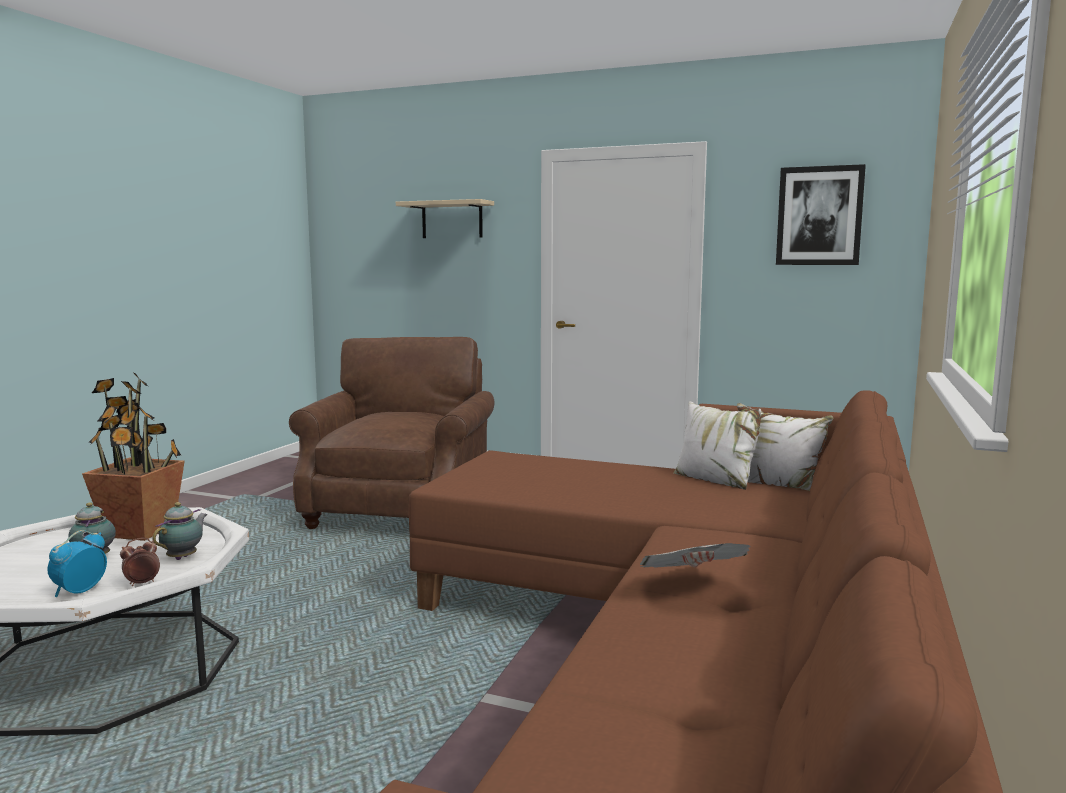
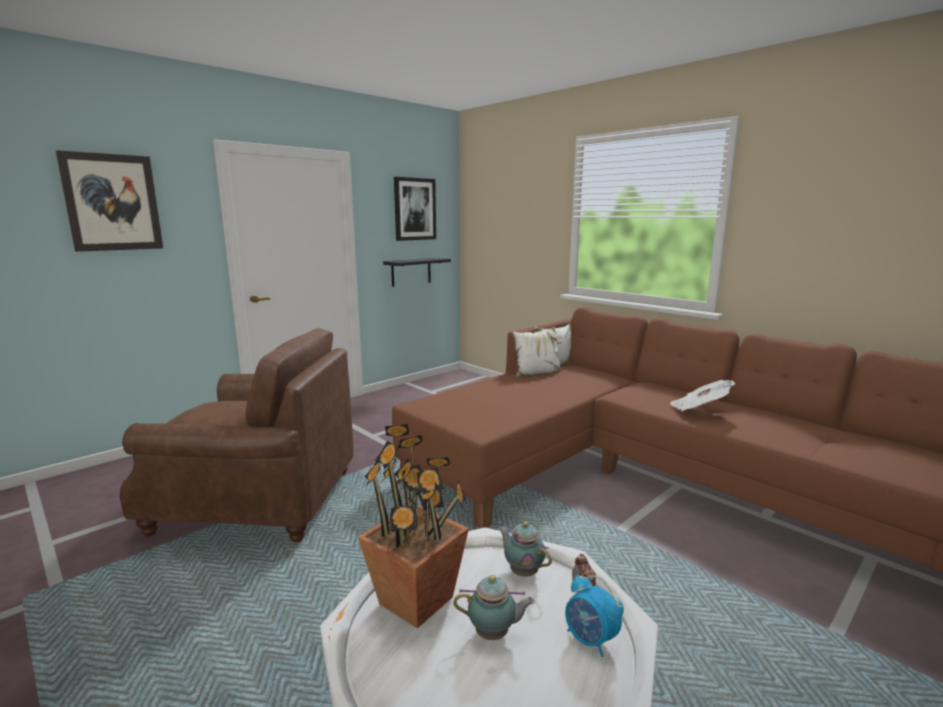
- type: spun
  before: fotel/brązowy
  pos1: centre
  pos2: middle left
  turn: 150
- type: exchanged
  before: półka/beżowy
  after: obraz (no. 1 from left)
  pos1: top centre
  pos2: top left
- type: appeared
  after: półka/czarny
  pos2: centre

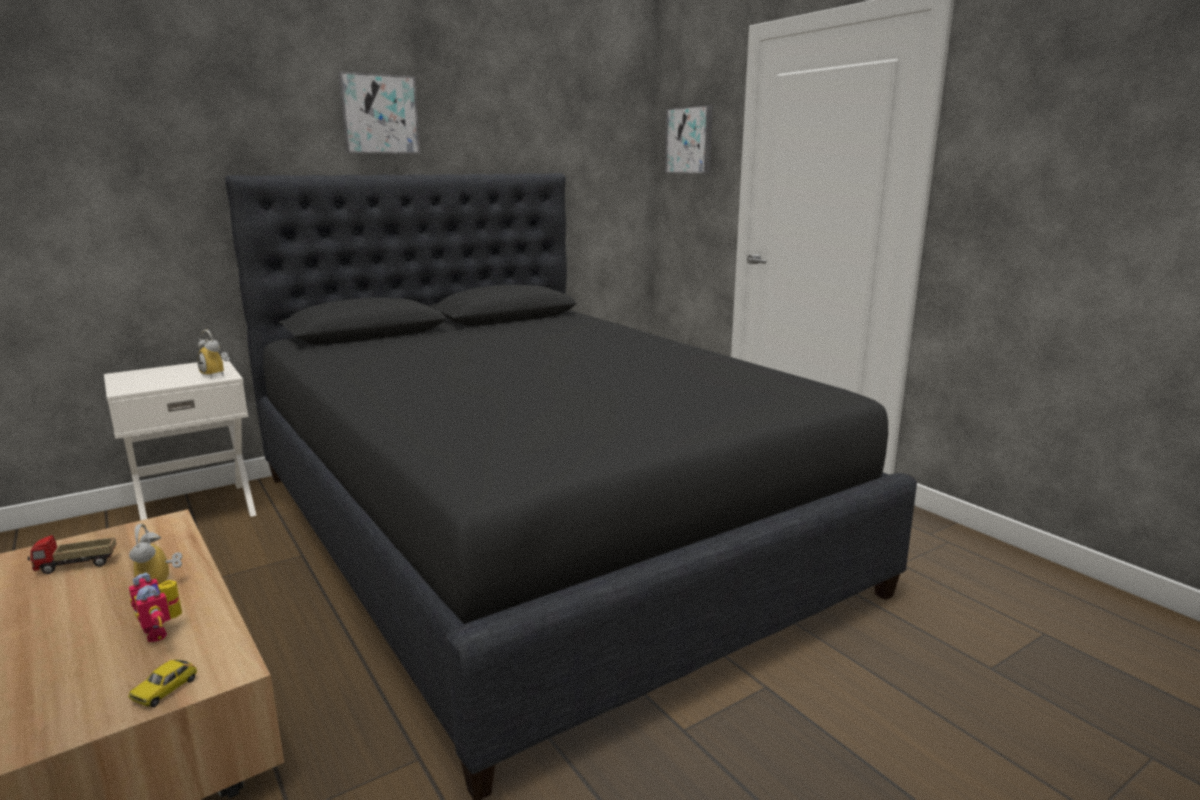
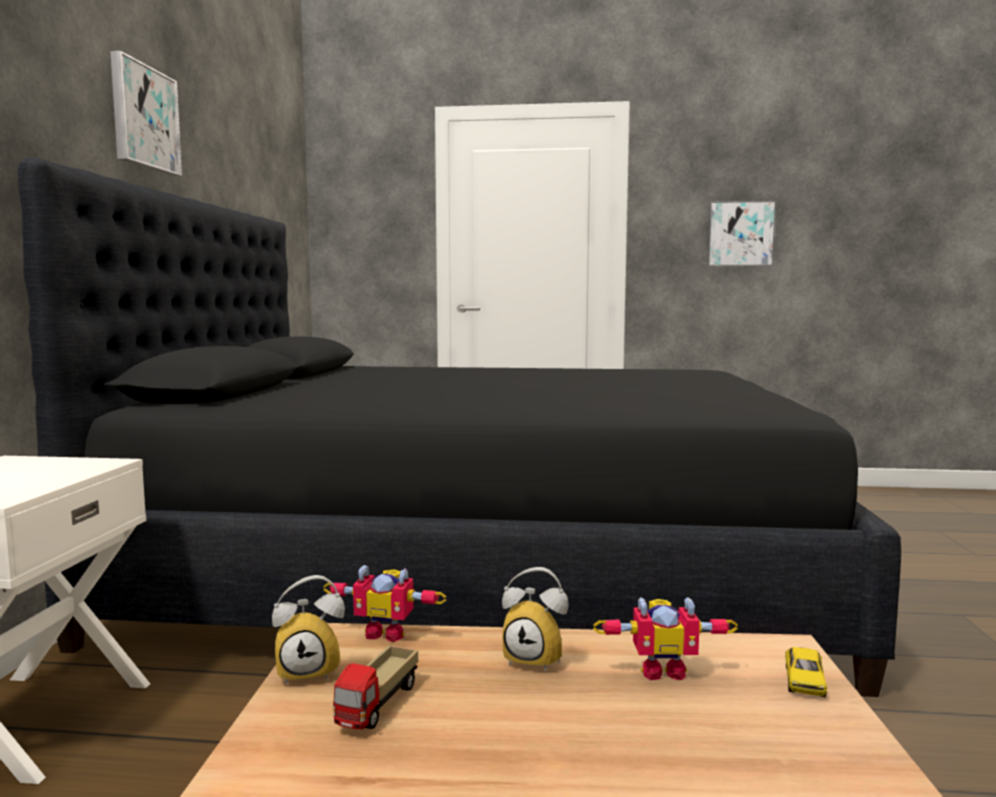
- type: spun
  before: samochodzik
  pos1: bottom left
  pos2: bottom right
  turn: 45
- type: relocated
  before: budzik (no. 2 from left in the first image)
  after: budzik (no. 1 from left)
  pos1: middle left
  pos2: bottom left
- type: relocated
  before: obraz (no. 2 from left)
  pos1: top centre
  pos2: top right
- type: appeared
  after: robot zabawkowy (no. 1 from left)
  pos2: bottom centre

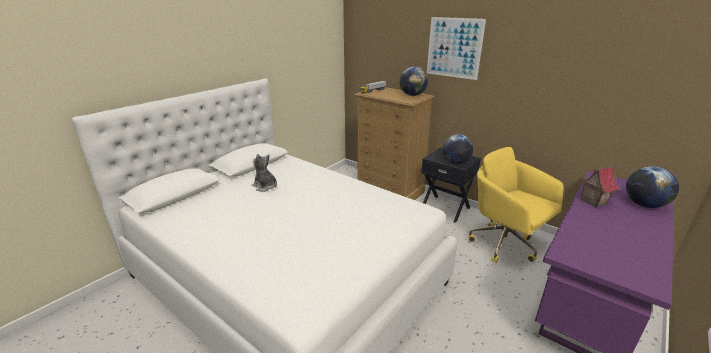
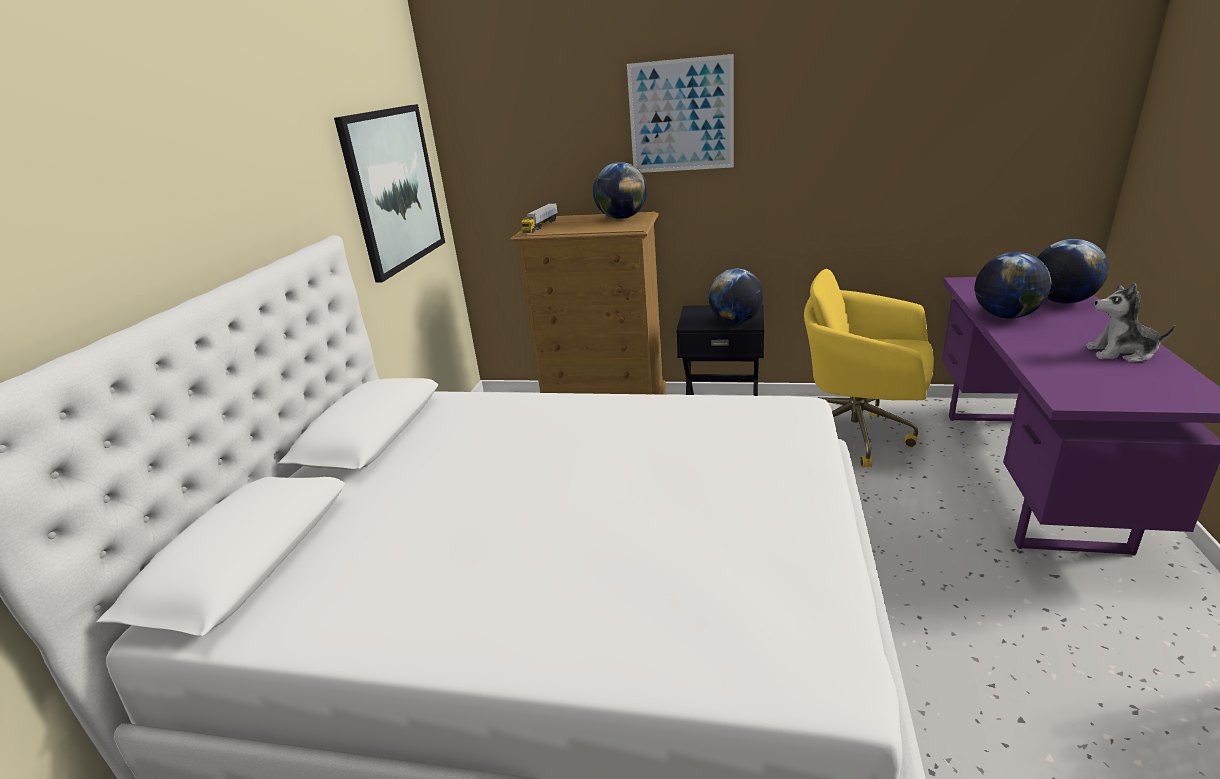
- type: relocated
  before: pluszak
  pos1: centre
  pos2: middle right
- type: exchanged
  before: domek
  after: globus (no. 3 from left)
  pos1: middle right
  pos2: middle right
- type: appeared
  after: obraz (no. 1 from left)
  pos2: top left

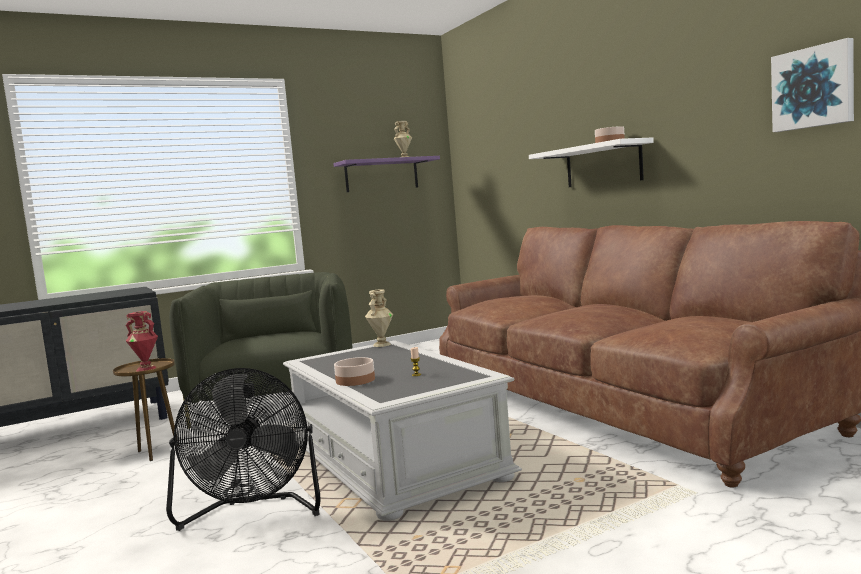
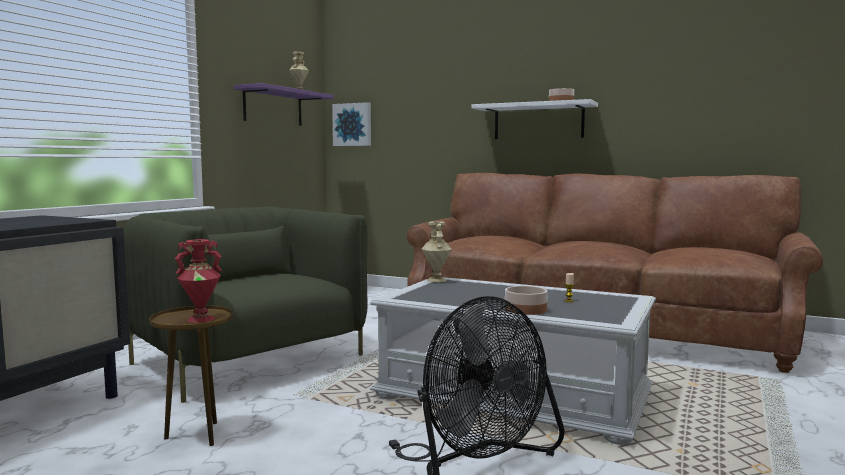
- type: relocated
  before: obraz
  pos1: top right
  pos2: top centre

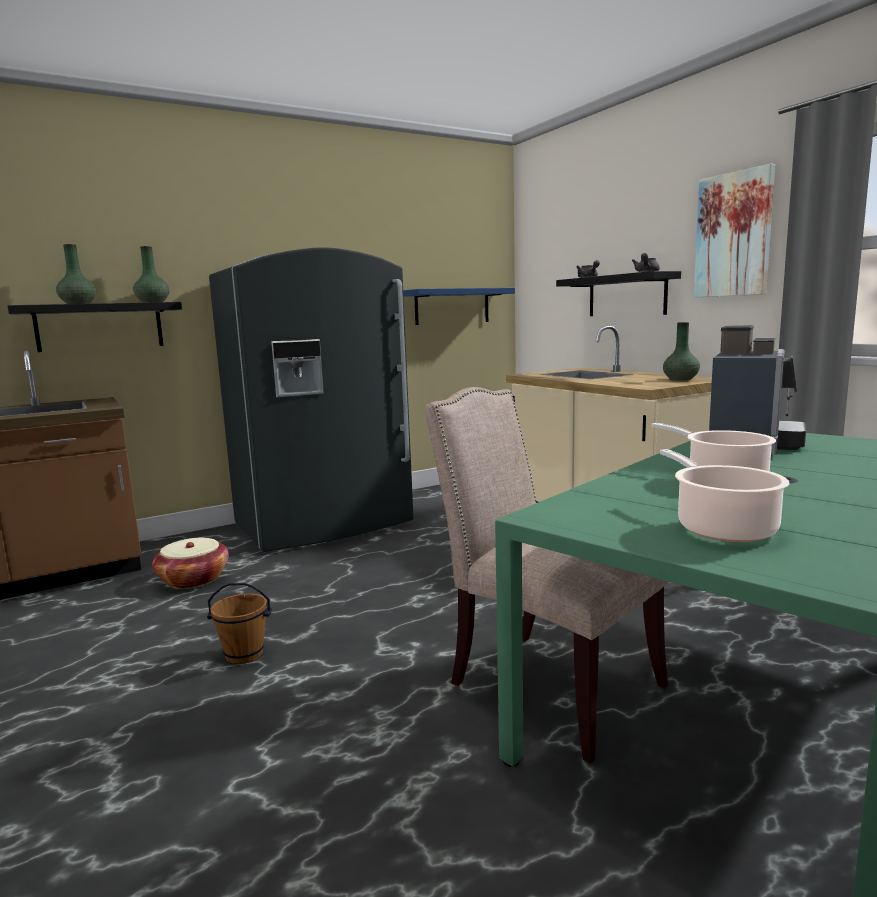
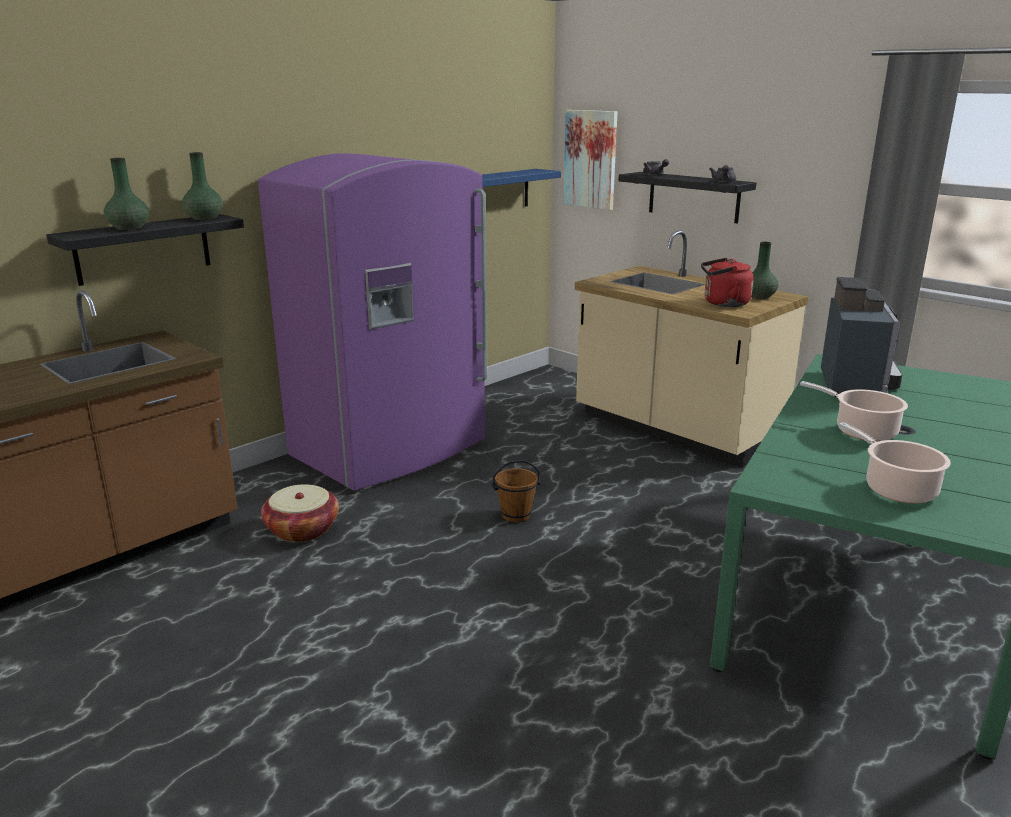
- type: relocated
  before: wiadro/brązowy
  pos1: bottom left
  pos2: centre
- type: colour
  before: lodówka/szary
  after: lodówka/fioletowy
  pos1: centre
  pos2: centre
- type: missing
  before: krzesło/beżowy
  pos1: centre
- type: relocated
  before: obraz
  pos1: top right
  pos2: top centre
- type: appeared
  after: czajnik/czerwony
  pos2: middle right

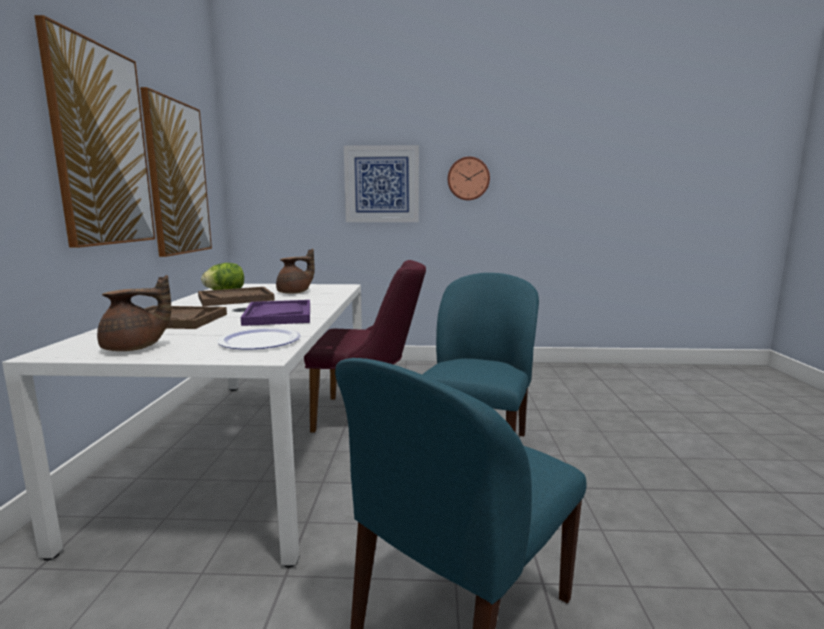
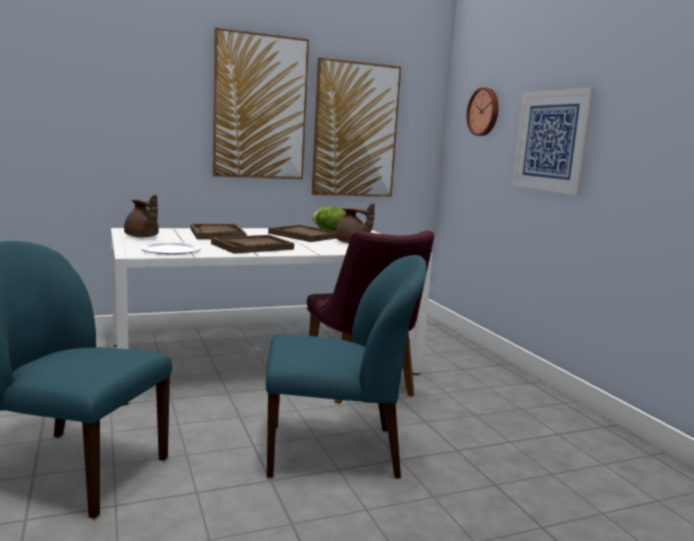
- type: colour
  before: taca/fioletowy
  after: taca/brązowy (no. 2 from left)
  pos1: centre
  pos2: centre
- type: relocated
  before: zegar ścienny
  pos1: top centre
  pos2: top right

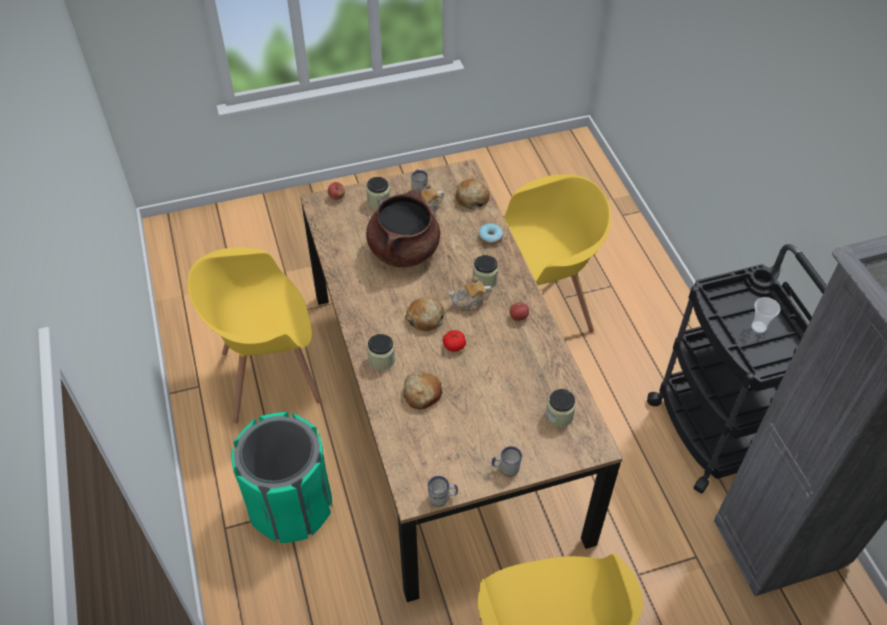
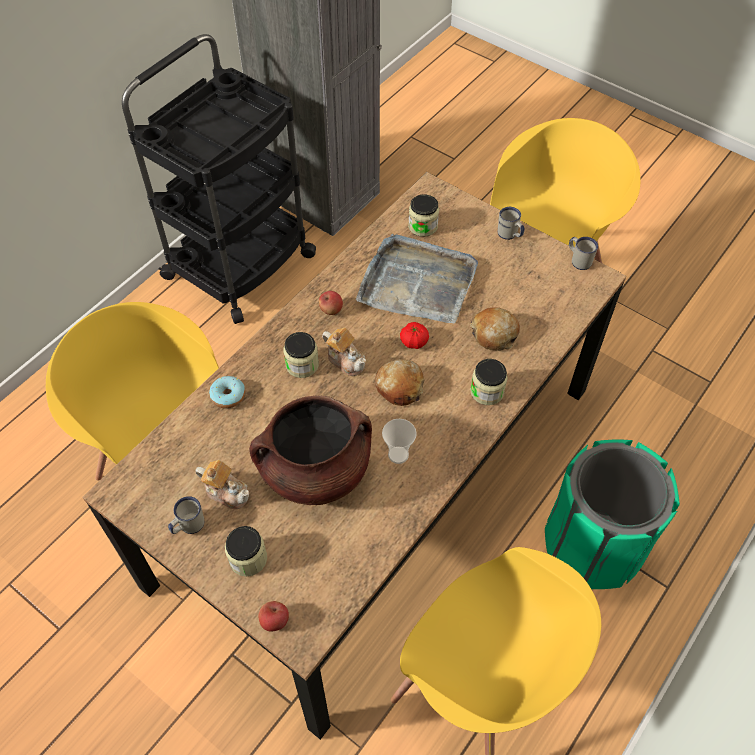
- type: missing
  before: chleb (no. 3 from left)
  pos1: top centre
- type: relocated
  before: filiżanka
  pos1: middle right
  pos2: centre
- type: appeared
  after: taca/szary
  pos2: centre

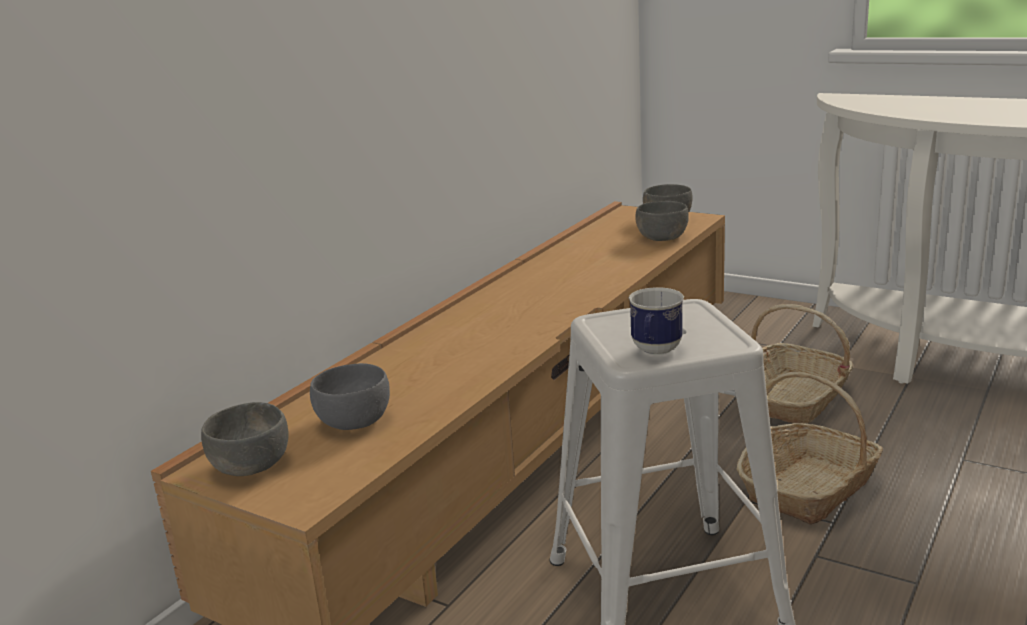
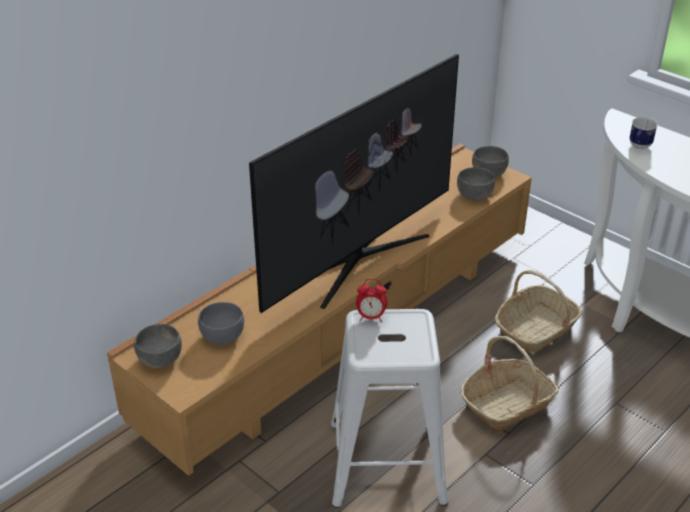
- type: relocated
  before: kubek
  pos1: centre
  pos2: top right
- type: appeared
  after: telewizor
  pos2: centre
- type: appeared
  after: budzik
  pos2: centre

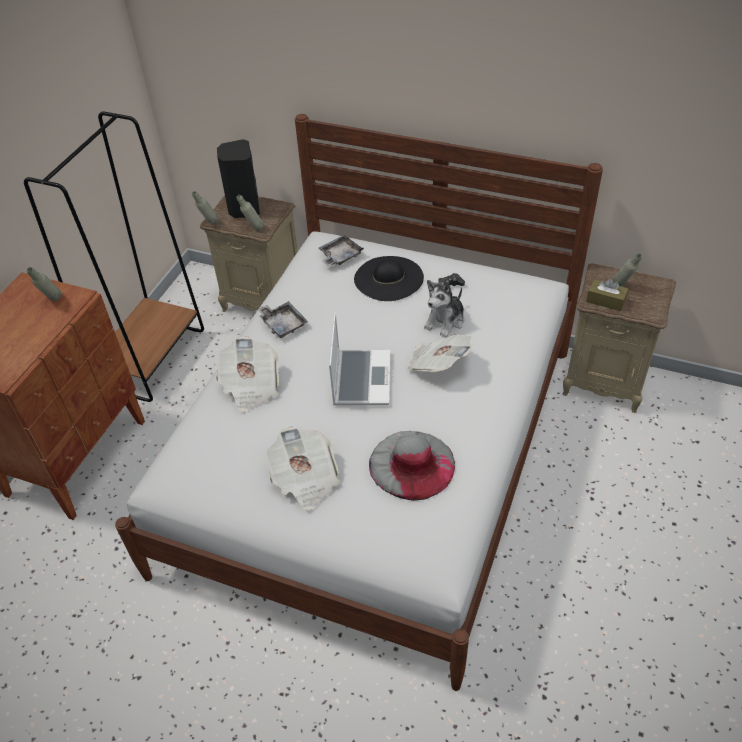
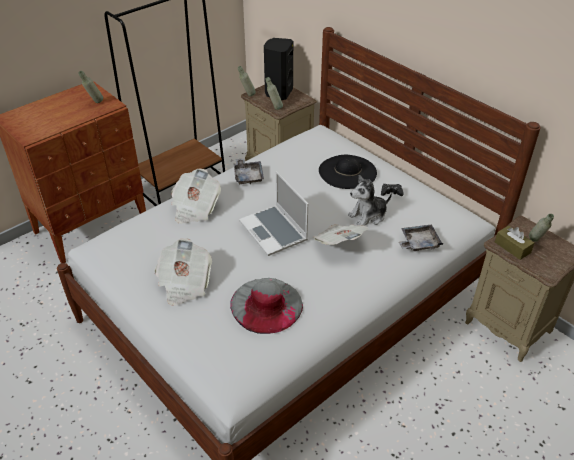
- type: relocated
  before: taca/szary (no. 2 from left)
  pos1: centre
  pos2: middle right
- type: spun
  before: laptop
  pos1: centre
  pos2: centre
  turn: 120

